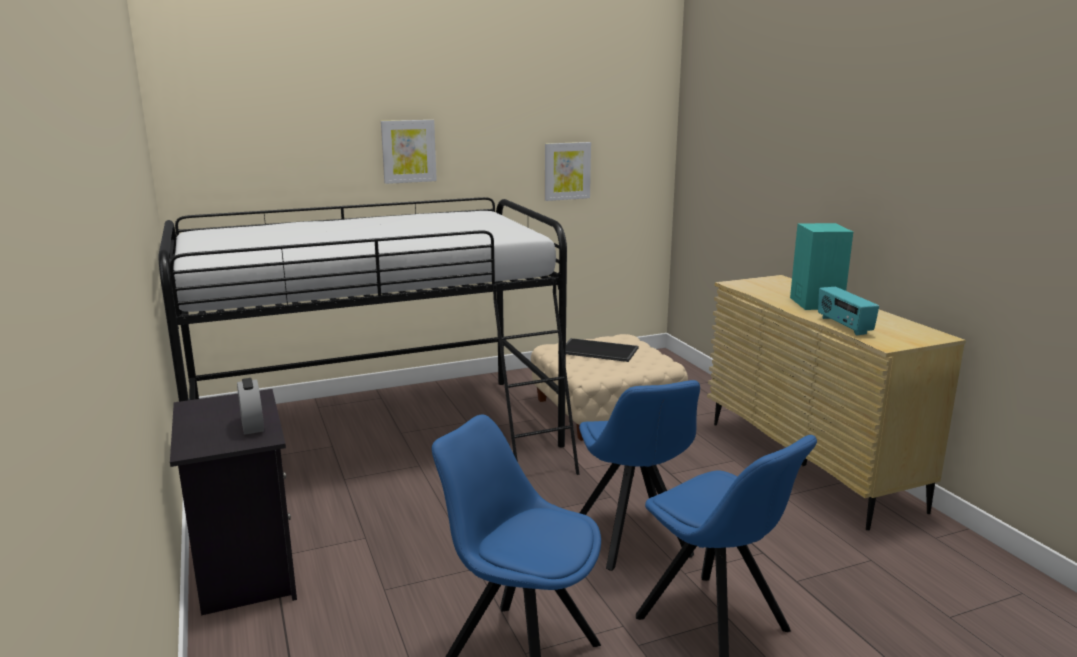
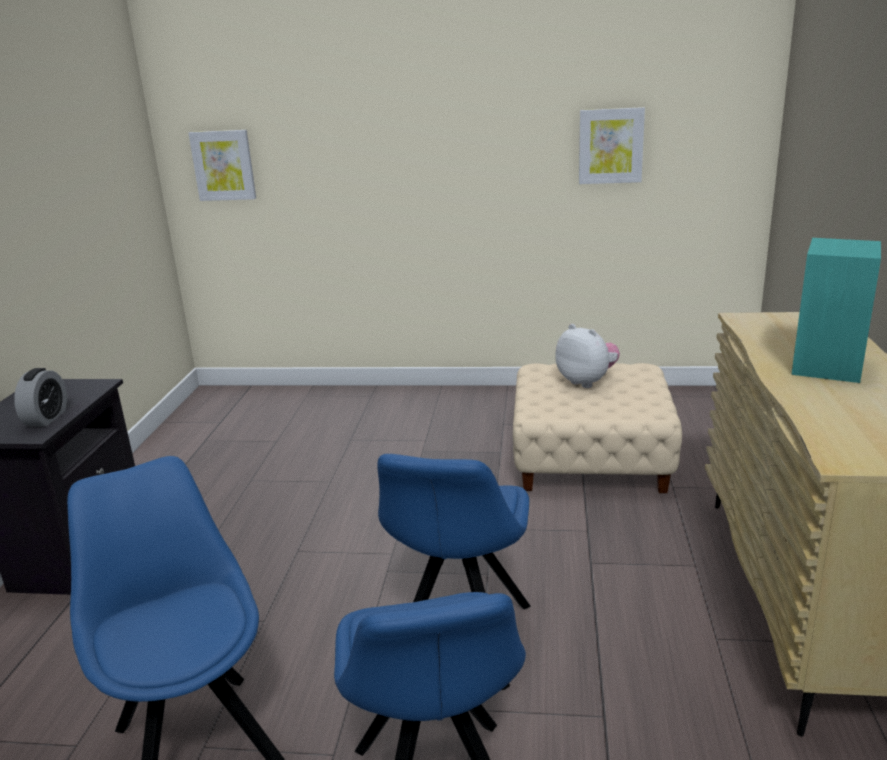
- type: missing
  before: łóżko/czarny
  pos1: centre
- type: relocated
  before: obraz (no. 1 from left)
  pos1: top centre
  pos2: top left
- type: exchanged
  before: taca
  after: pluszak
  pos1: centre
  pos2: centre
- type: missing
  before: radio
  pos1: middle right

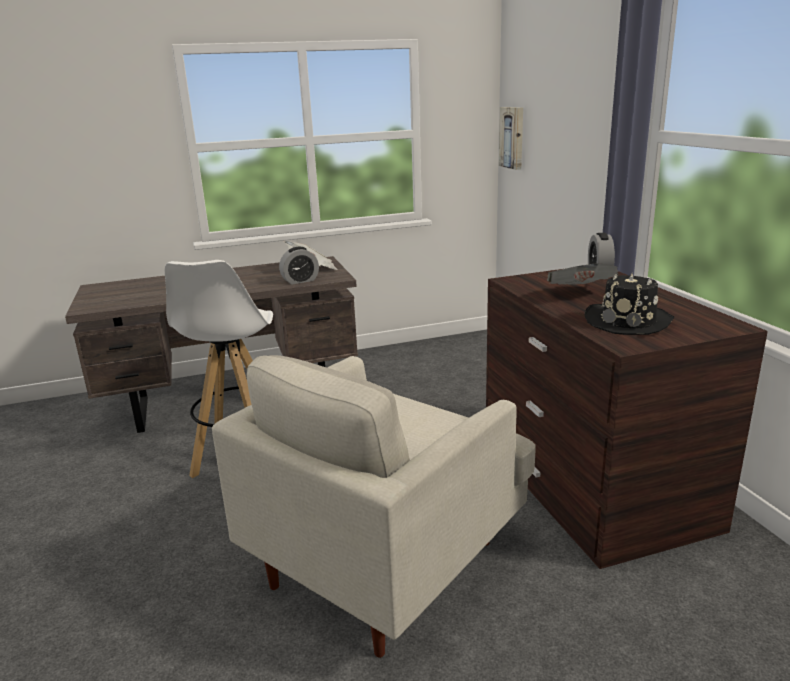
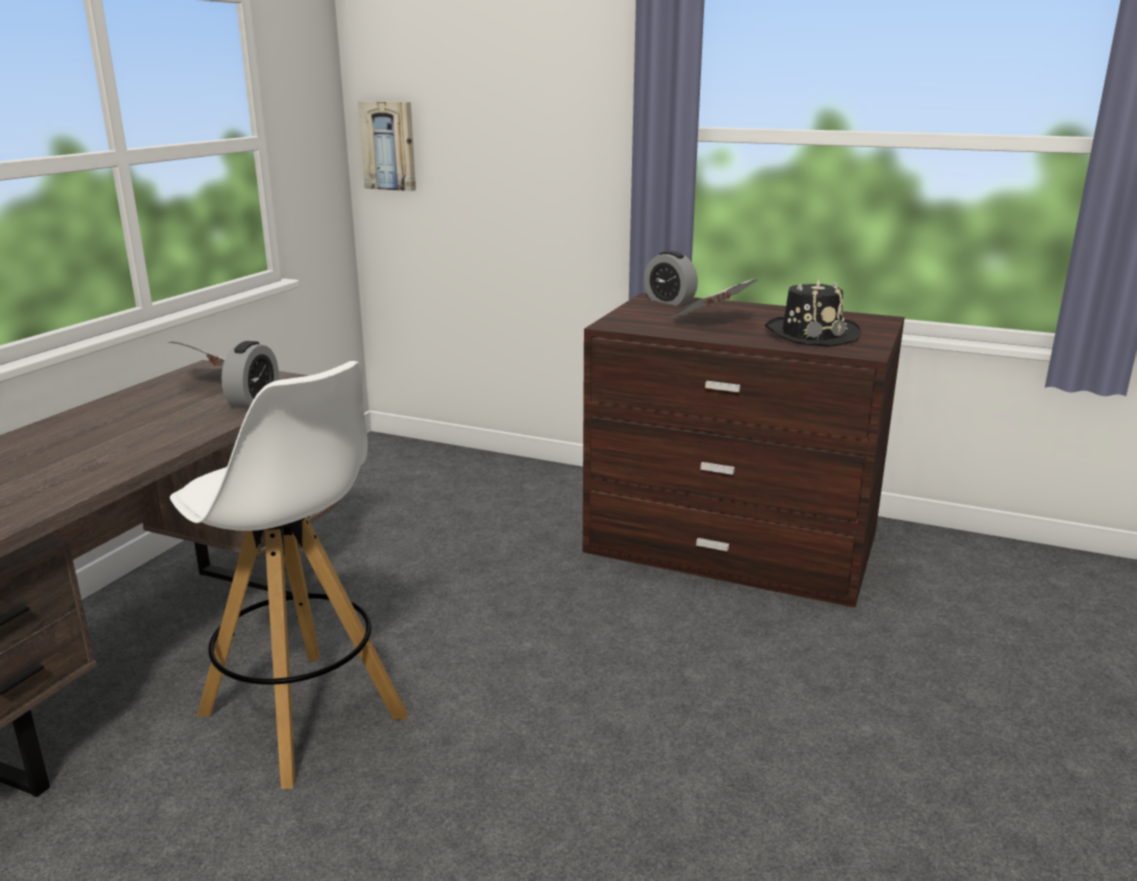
- type: missing
  before: fotel/beżowy
  pos1: bottom centre

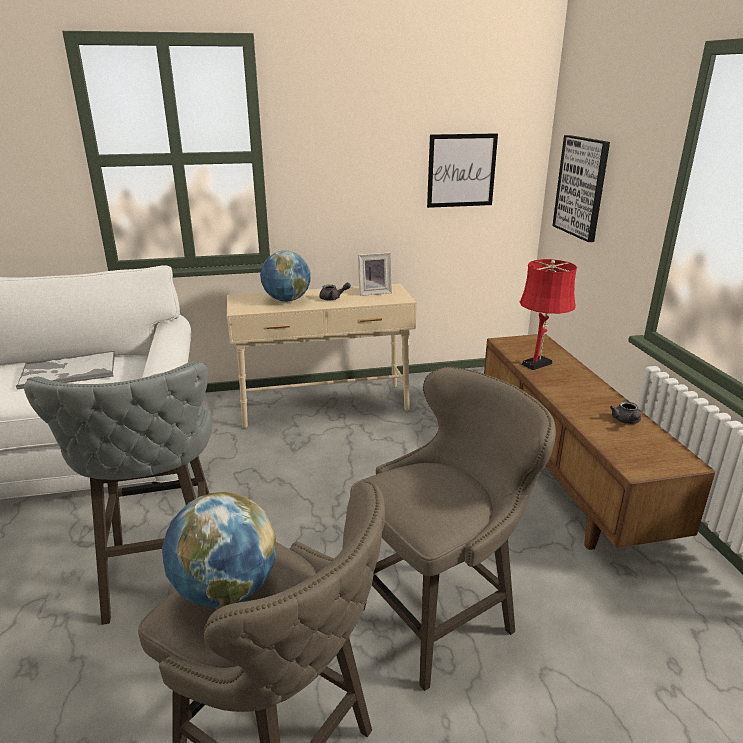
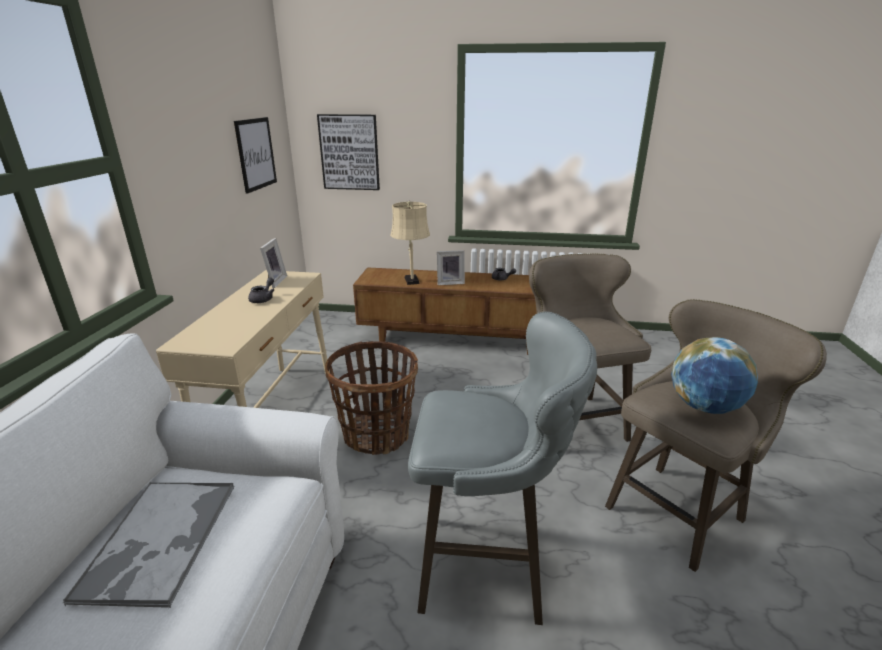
- type: missing
  before: globus (no. 2 from left)
  pos1: centre
- type: colour
  before: lampa stołowa/czerwony
  after: lampa stołowa/beżowy
  pos1: middle right
  pos2: centre
- type: appeared
  after: koszyk
  pos2: centre
- type: appeared
  after: ramka na zdjęcie (no. 2 from left)
  pos2: centre

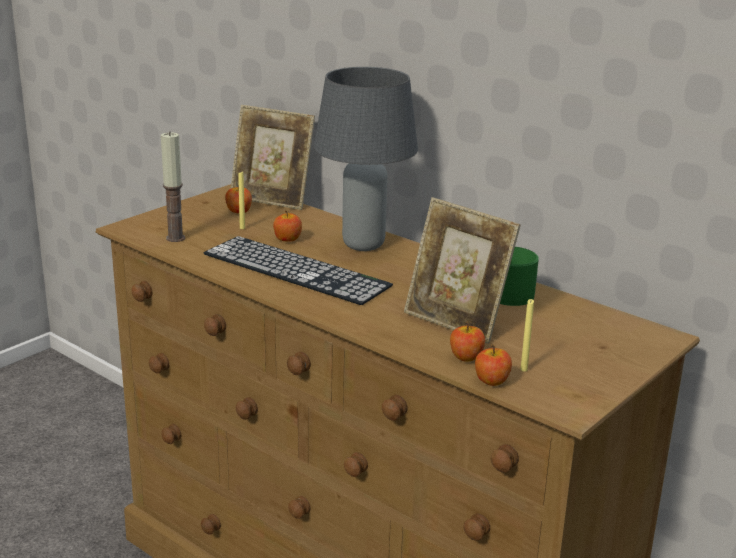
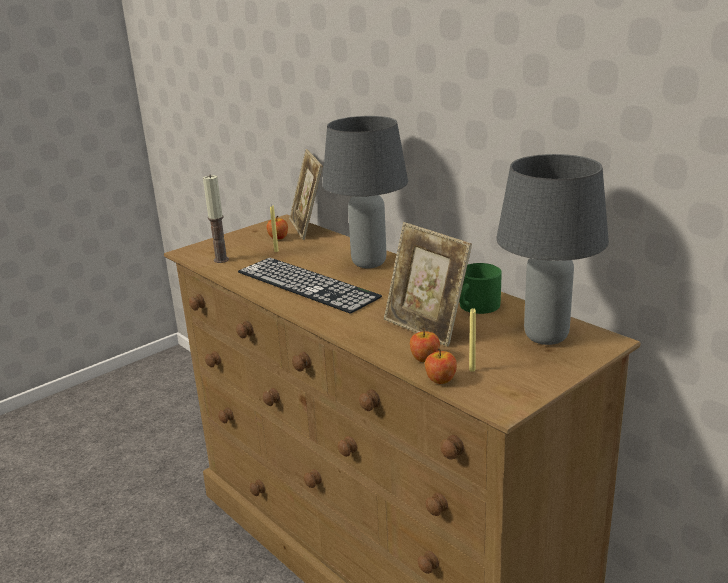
- type: spun
  before: ramka na zdjęcie (no. 1 from left)
  pos1: top centre
  pos2: top centre
  turn: 45
- type: missing
  before: jabłko (no. 2 from left)
  pos1: centre
- type: appeared
  after: lampa stołowa/szary (no. 2 from left)
  pos2: middle right

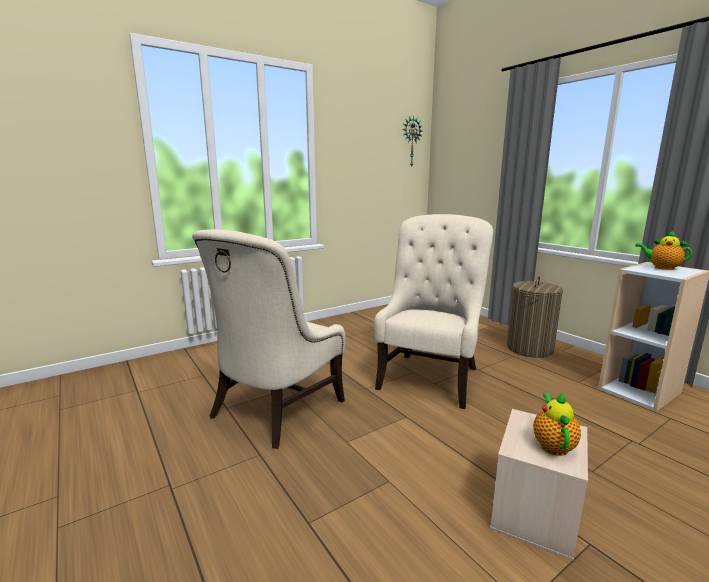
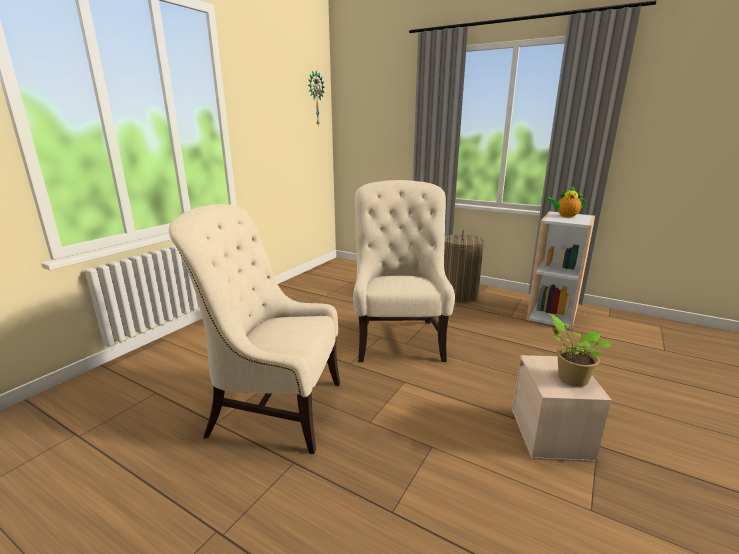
- type: spun
  before: fotel/beżowy (no. 1 from left)
  pos1: centre
  pos2: centre
  turn: 90
- type: exchanged
  before: imbryk (no. 1 from left)
  after: roślina doniczkowa
  pos1: bottom right
  pos2: middle right

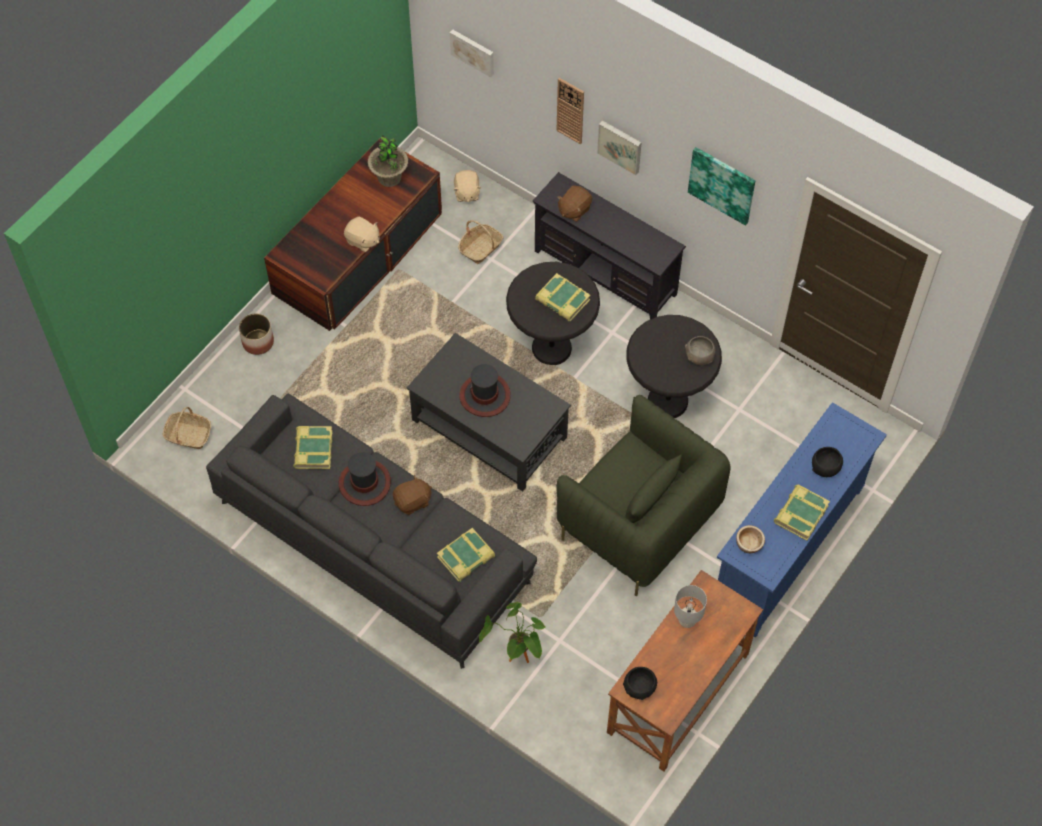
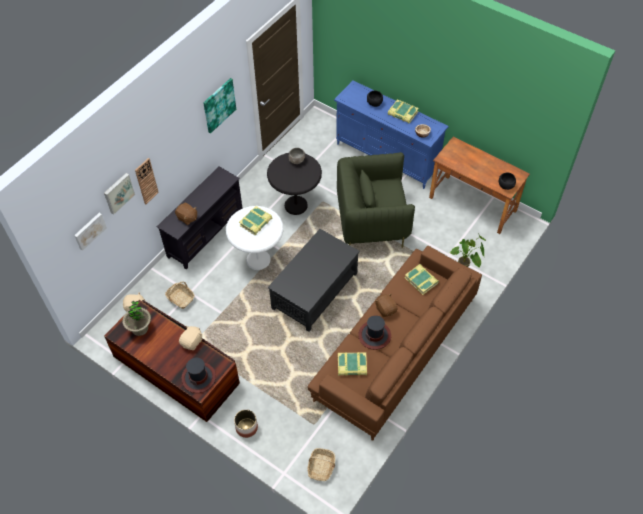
- type: colour
  before: kanapa/szary
  after: kanapa/brązowy
  pos1: centre
  pos2: bottom centre
- type: relocated
  before: kapelusz (no. 2 from left in the first image)
  after: kapelusz (no. 1 from left)
  pos1: centre
  pos2: bottom left
- type: colour
  before: stolik/czarny (no. 1 from left)
  after: stolik/biały
  pos1: centre
  pos2: centre
- type: spun
  before: fotel/zielony
  pos1: centre
  pos2: centre
  turn: -135
- type: relocated
  before: obraz (no. 2 from left)
  pos1: top centre
  pos2: middle left
- type: missing
  before: lampa stołowa/szary
  pos1: bottom centre

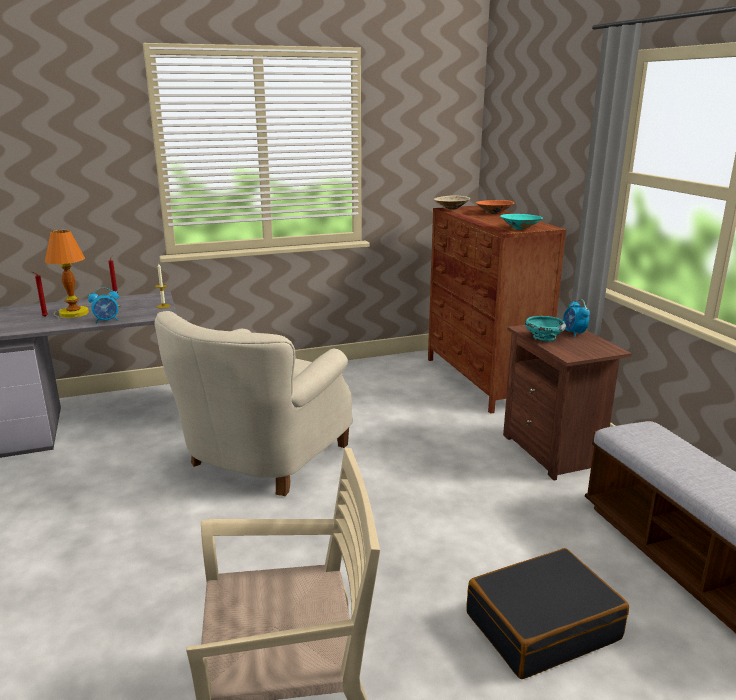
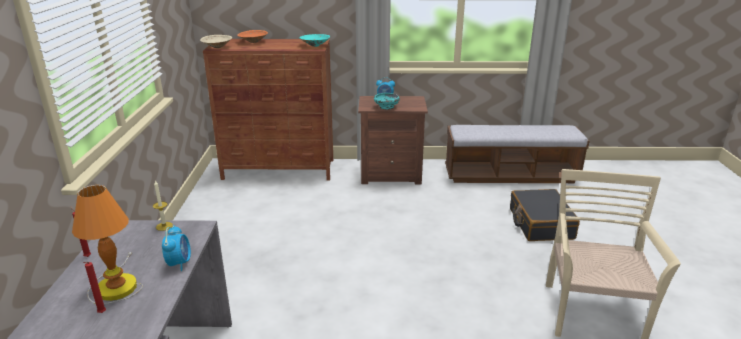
- type: missing
  before: fotel/beżowy (no. 1 from left)
  pos1: centre

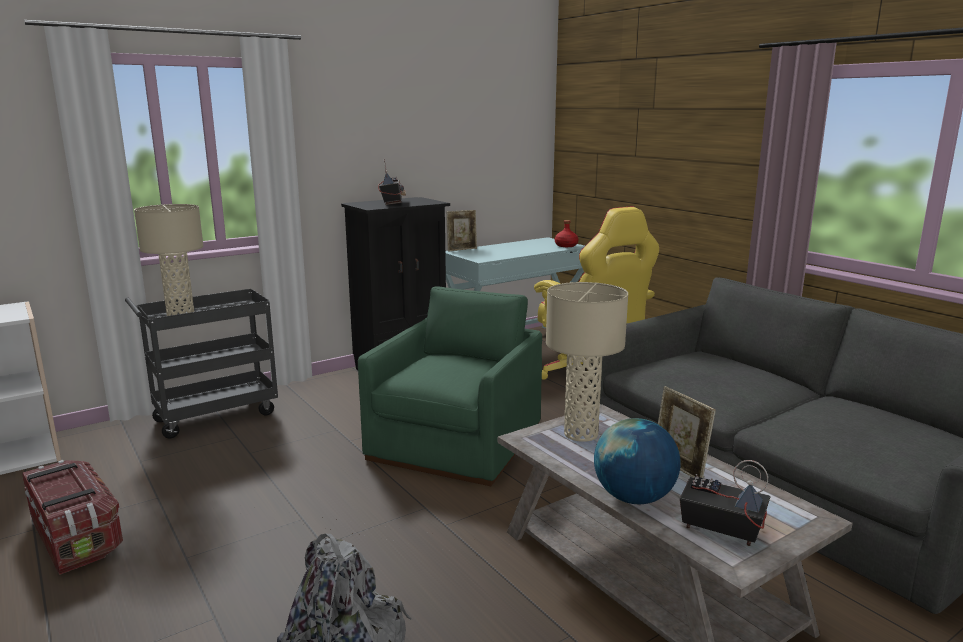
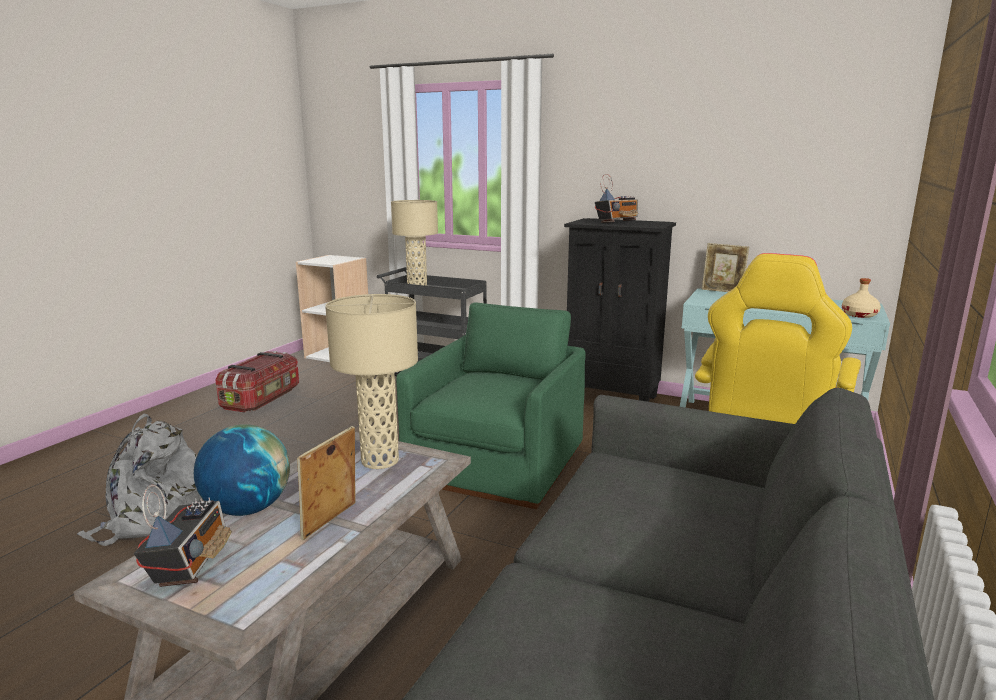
- type: spun
  before: fotel/zielony
  pos1: centre
  pos2: centre
  turn: -60
- type: colour
  before: butelka/czerwony
  after: butelka/beżowy
  pos1: centre
  pos2: middle right

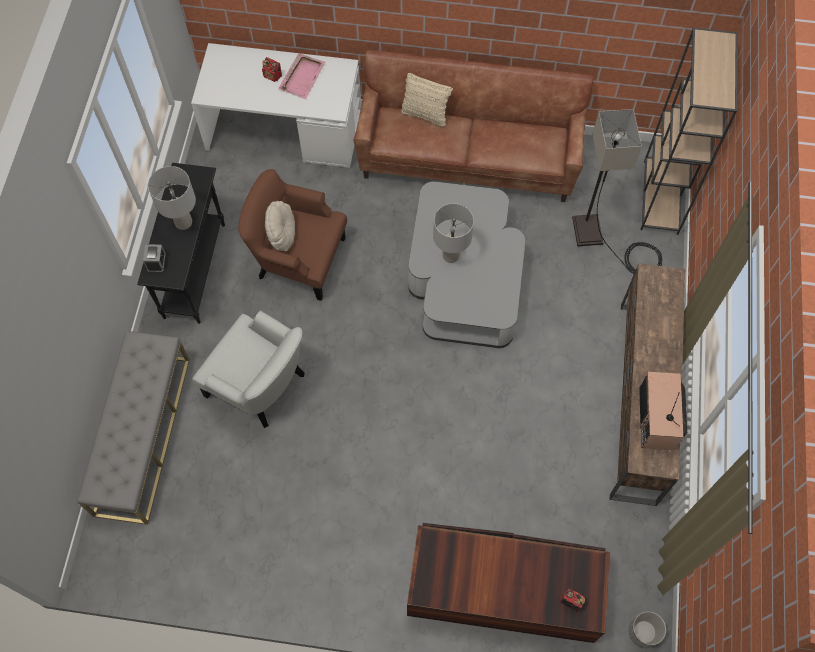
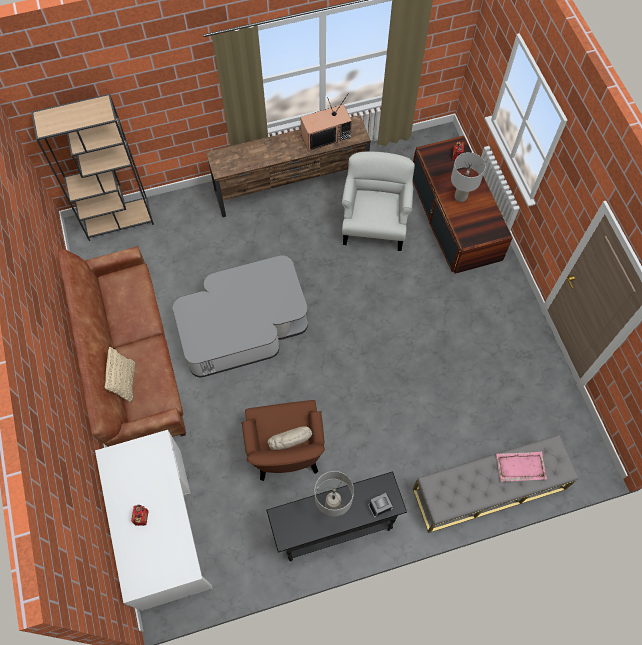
- type: relocated
  before: fotel/biały
  pos1: middle left
  pos2: top centre
- type: relocated
  before: taca/różowy
  pos1: top centre
  pos2: bottom right
- type: relocated
  before: lampa stołowa/szary (no. 2 from left)
  pos1: centre
  pos2: top right
- type: missing
  before: lampa stojąca
  pos1: top right
- type: missing
  before: donica
  pos1: bottom right

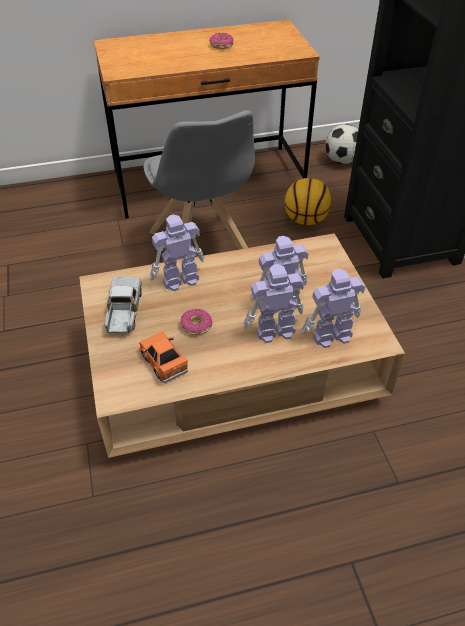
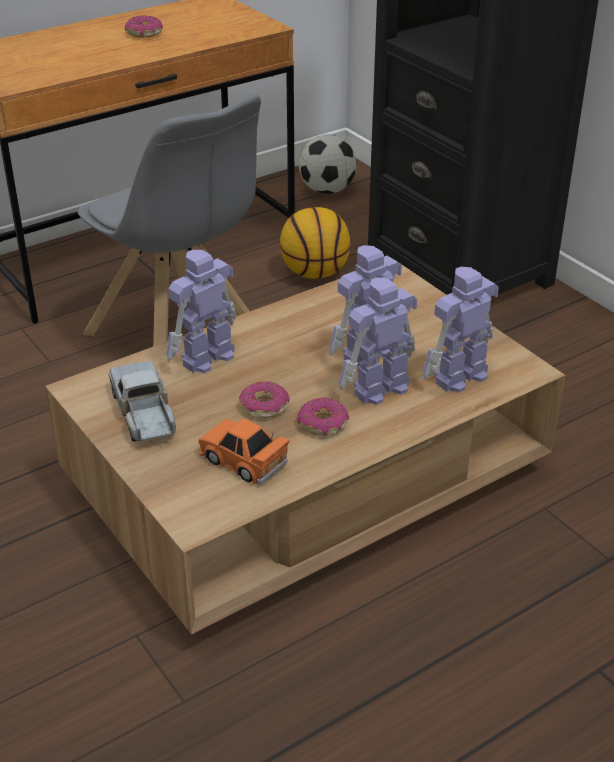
- type: appeared
  after: donut (no. 3 from left)
  pos2: centre

